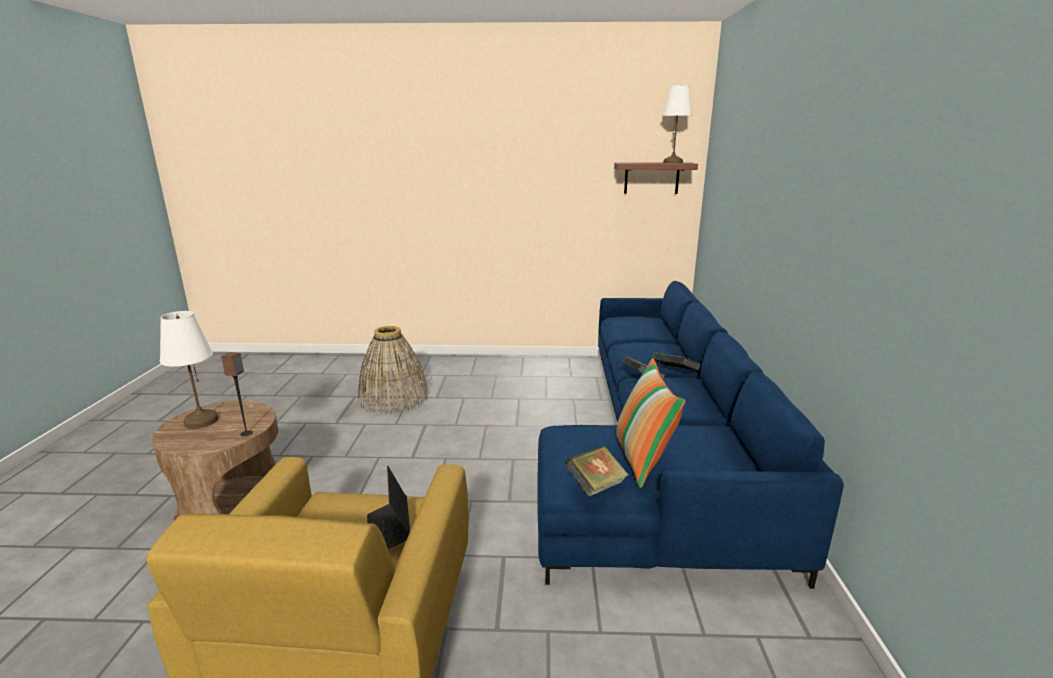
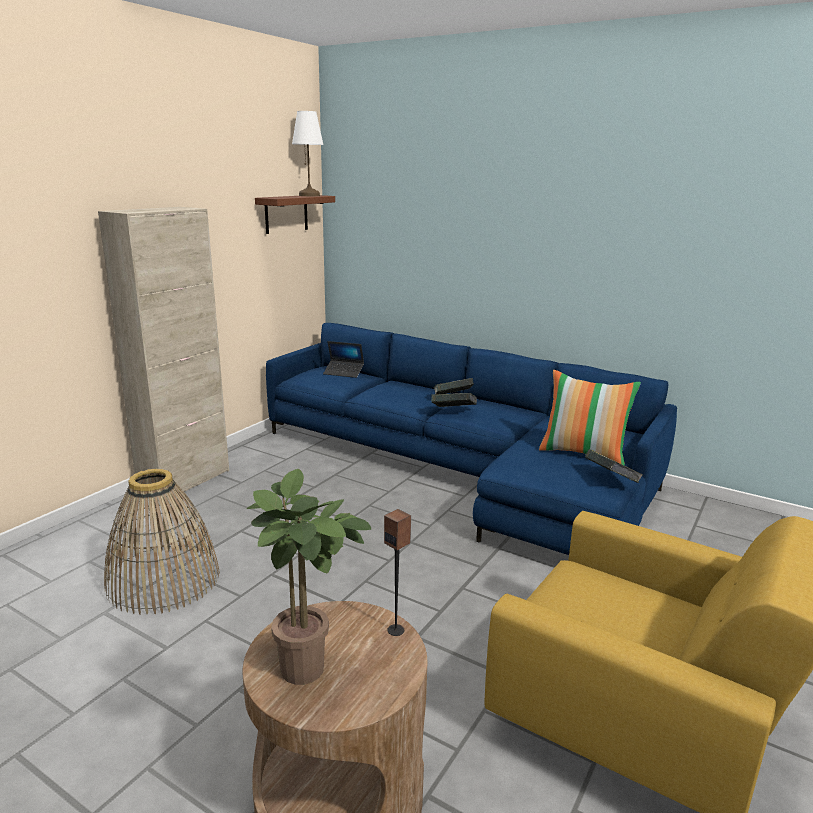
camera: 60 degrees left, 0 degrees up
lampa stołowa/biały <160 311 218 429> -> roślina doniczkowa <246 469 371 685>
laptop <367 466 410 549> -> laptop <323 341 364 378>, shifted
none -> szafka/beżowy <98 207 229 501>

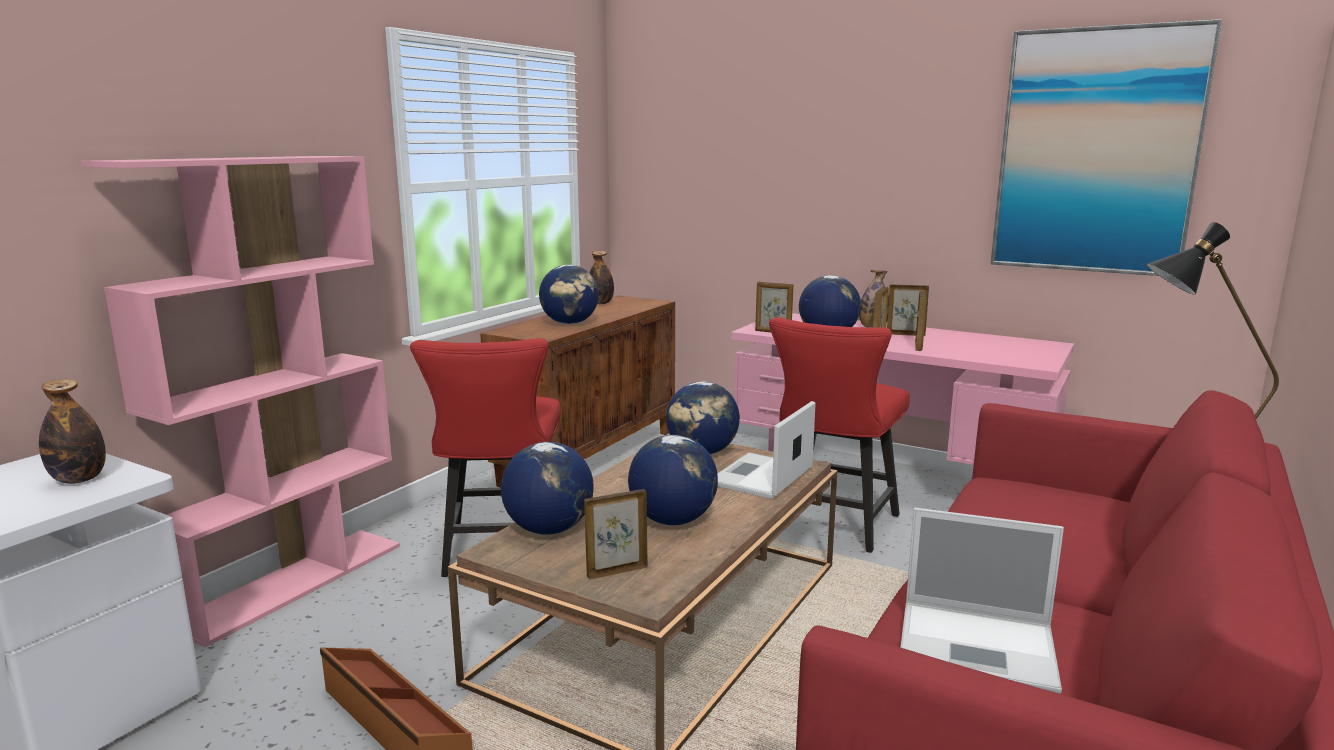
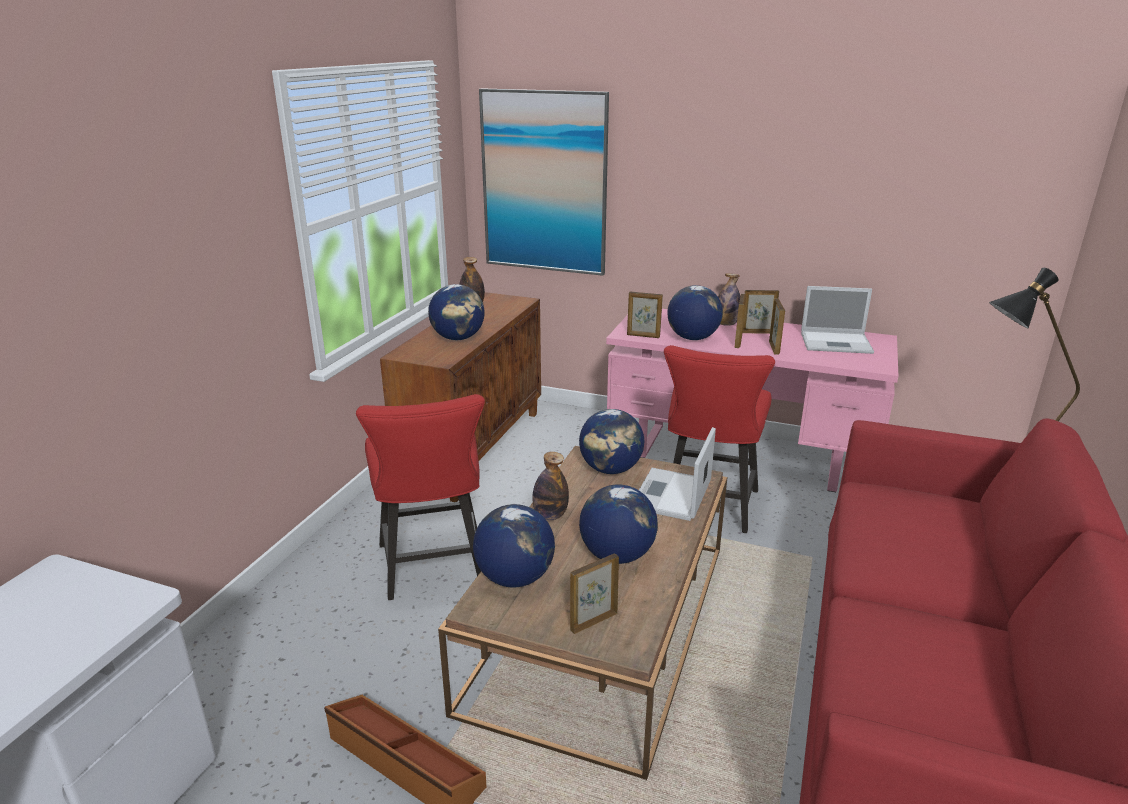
camera: 10 degrees left, 10 degrees up
butelka <39 379 106 484> -> butelka <532 452 569 520>, shifted
regał/różowy <81 156 400 648> -> none
laptop <901 508 1064 694> -> laptop <801 286 874 354>, shifted
obraz <990 19 1222 276> -> obraz <479 88 609 276>, shifted

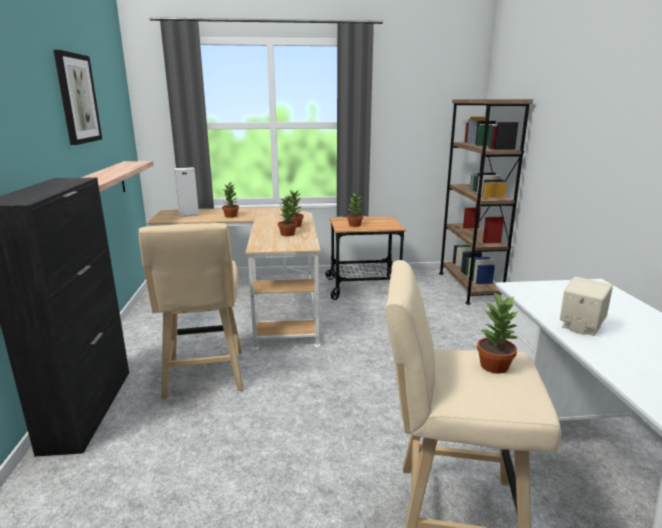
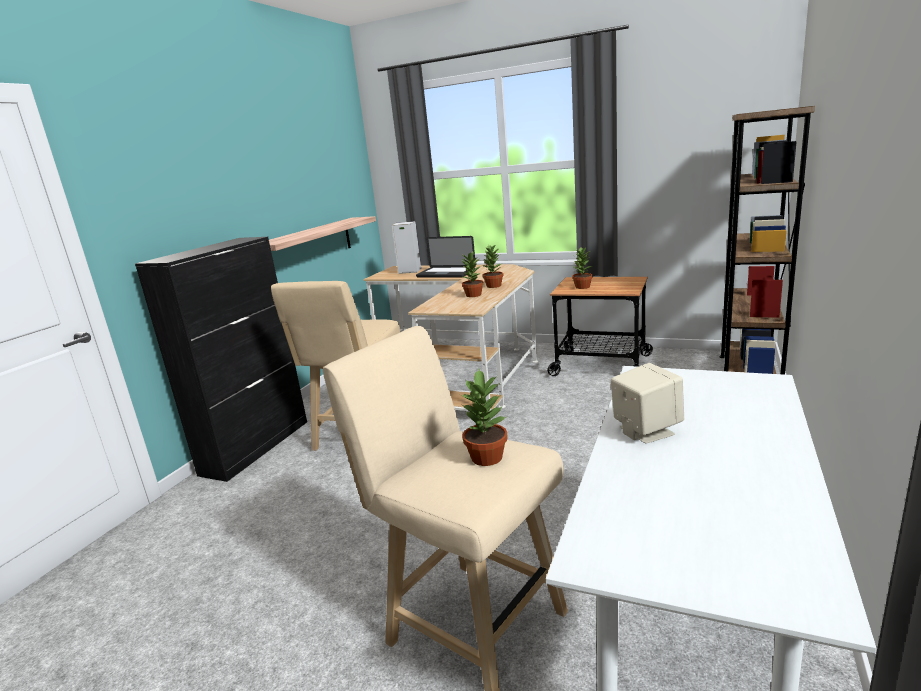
camera: 30 degrees right, 0 degrees up
obraz <54 50 102 145> -> none
roślina doniczkowa <222 182 239 218> -> laptop <416 236 476 278>

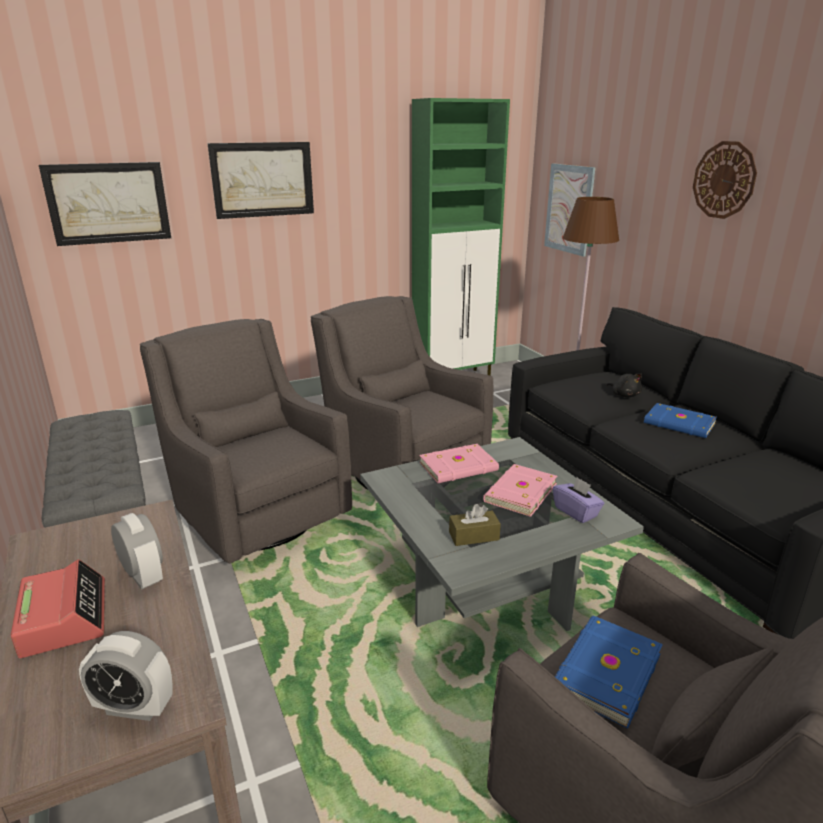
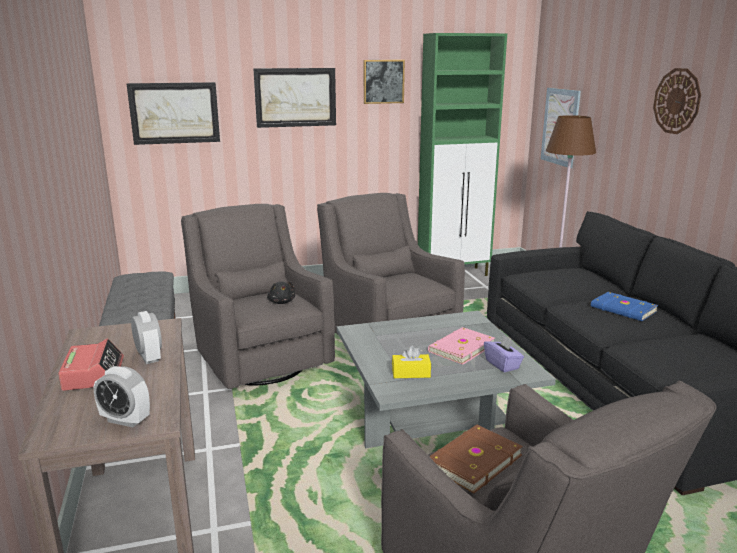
camera: 10 degrees right, 5 degrees down
książka/różowy <419 444 499 483> -> none
pudełko chusteczek/brązowy <449 504 501 546> -> pudełko chusteczek/żółty <392 346 431 378>
książka/niebieski <555 616 663 729> -> książka/brązowy <429 424 523 493>
pluszak/czarny <606 373 642 397> -> pluszak/czarny <267 281 295 304>, shifted
none -> obraz <364 60 405 104>

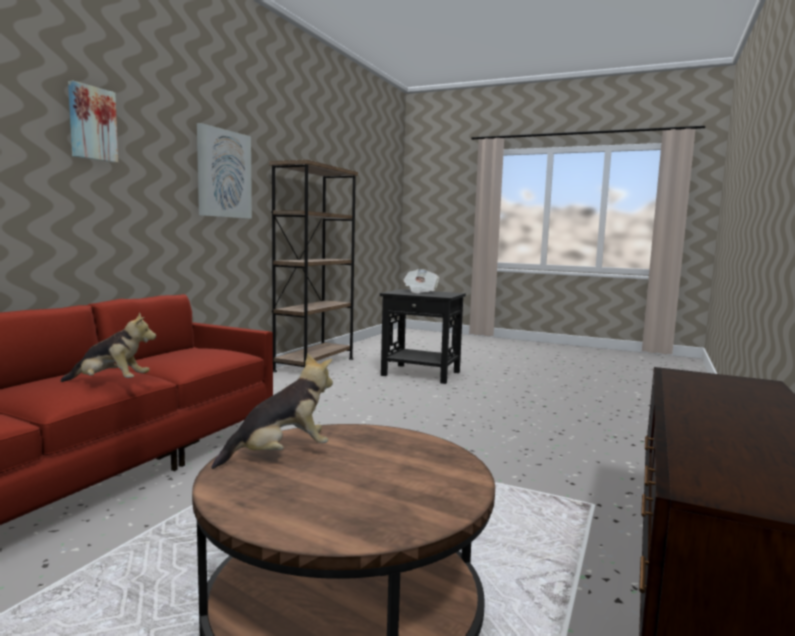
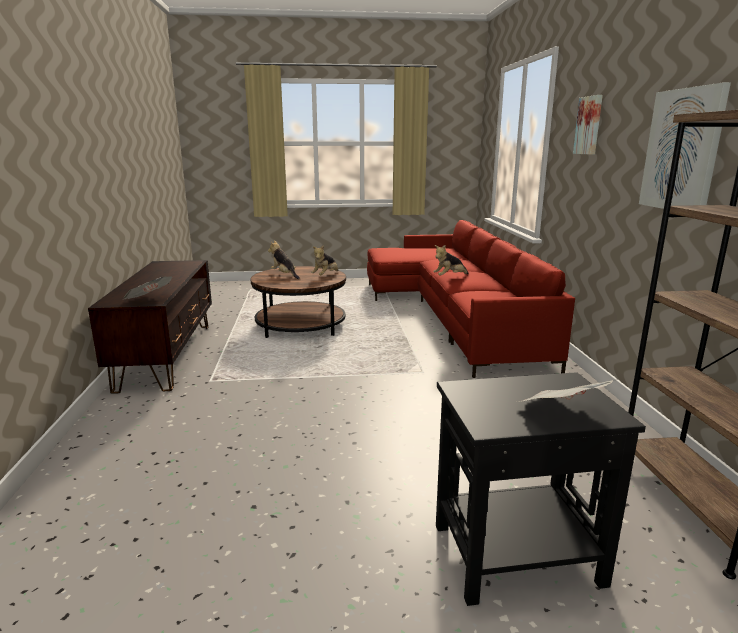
camera: 150 degrees right, 10 degrees up
none -> gazeta <124 276 172 299>
none -> pluszak <268 240 300 279>

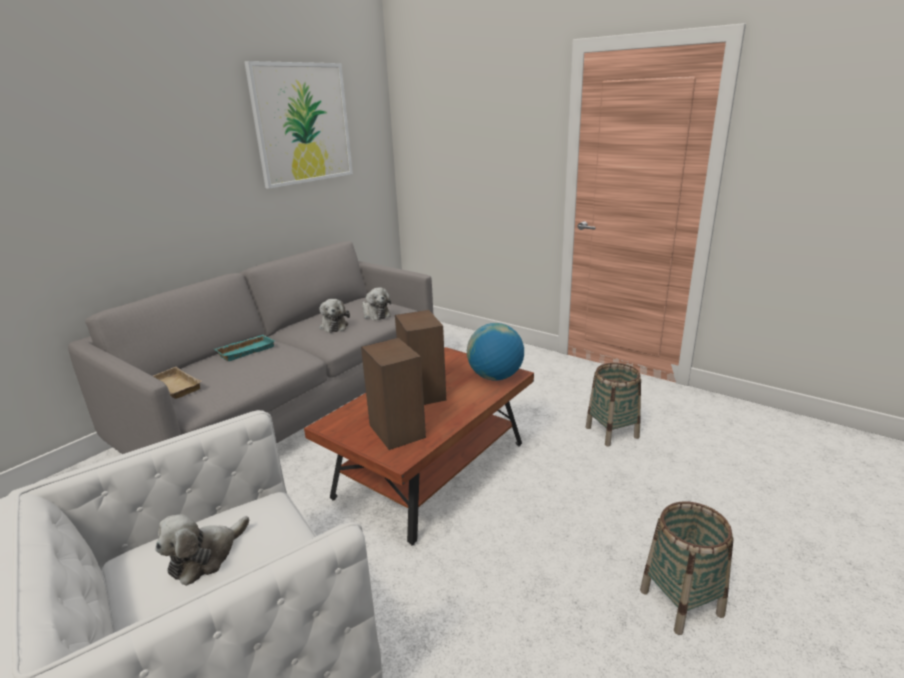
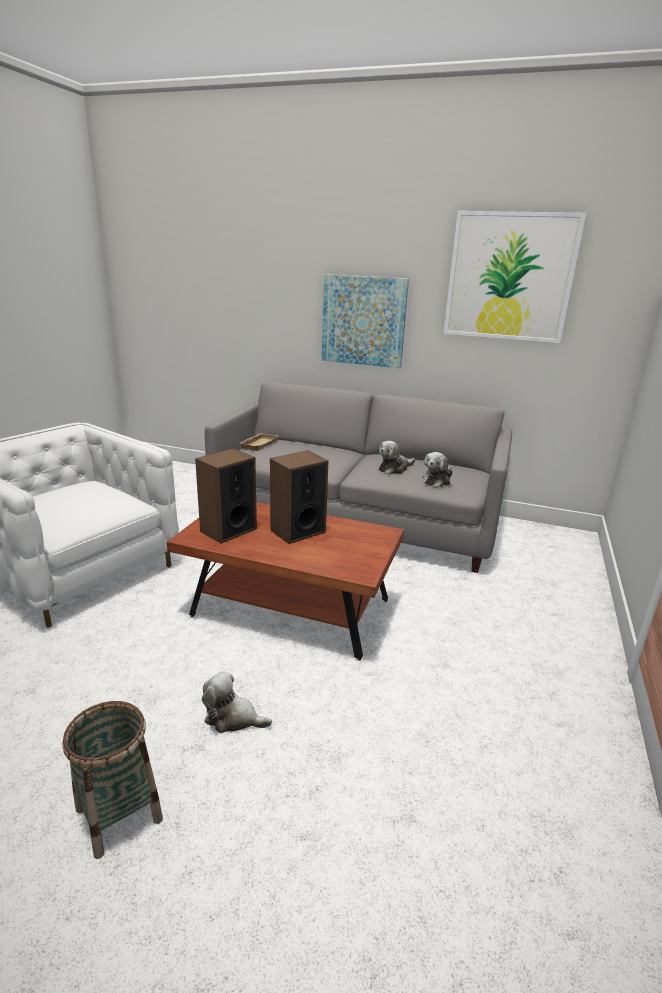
camera: 70 degrees right, 0 degrees up
pluszak <155 514 250 586> -> pluszak <202 671 272 733>, shifted
taca/turkusowy <214 335 275 361> -> none
globus <467 323 524 381> -> none
koszyk <586 363 641 447> -> none
none -> obraz <322 274 409 368>

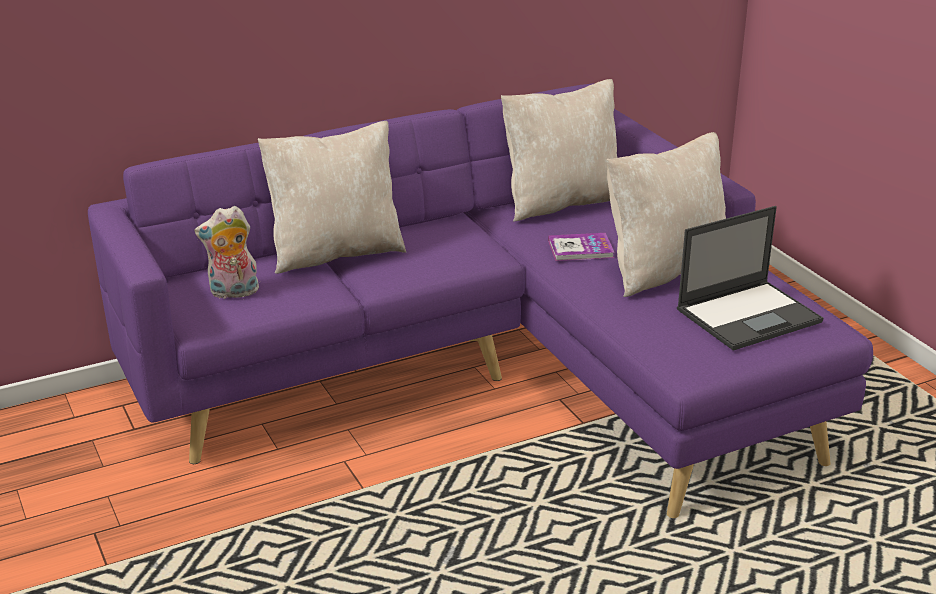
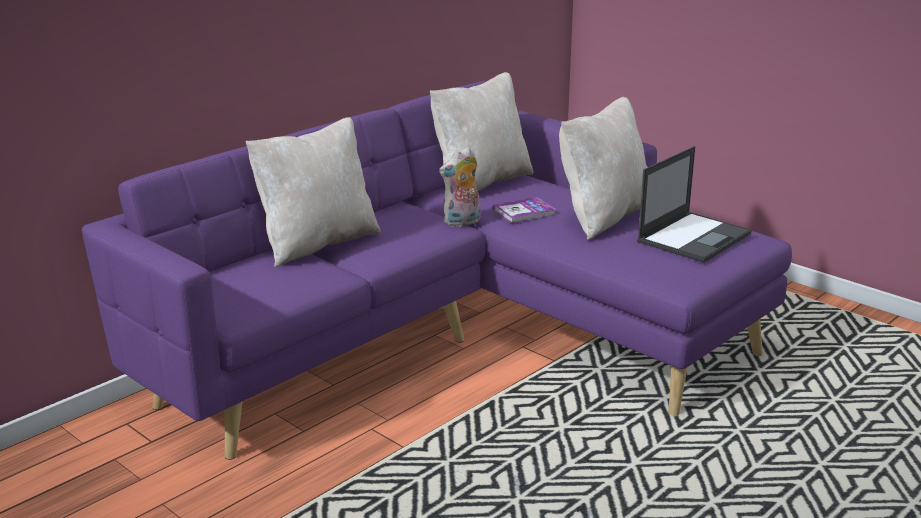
camera: 20 degrees left, 5 degrees down
pluszak <194 206 259 299> -> pluszak <439 146 481 227>, shifted

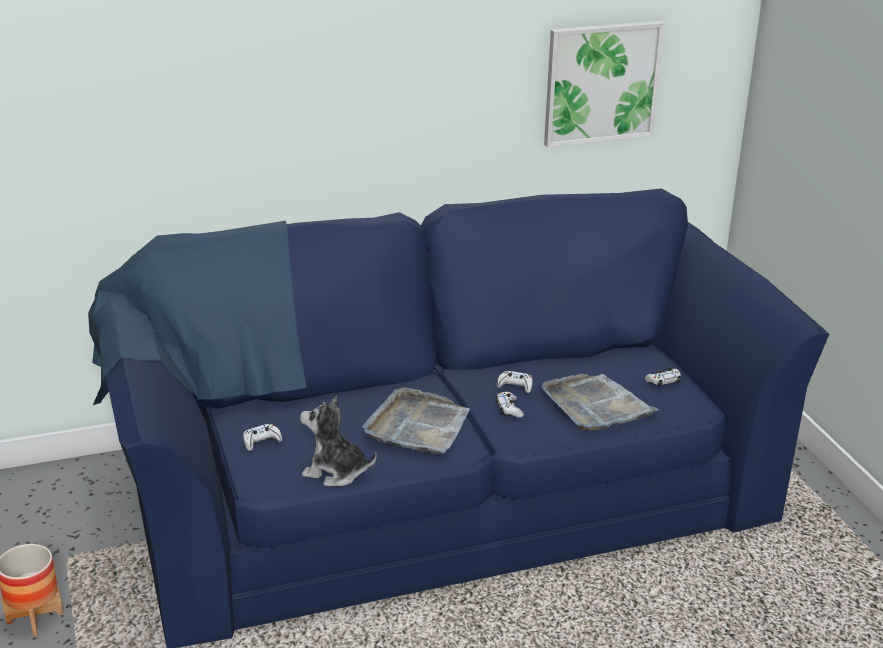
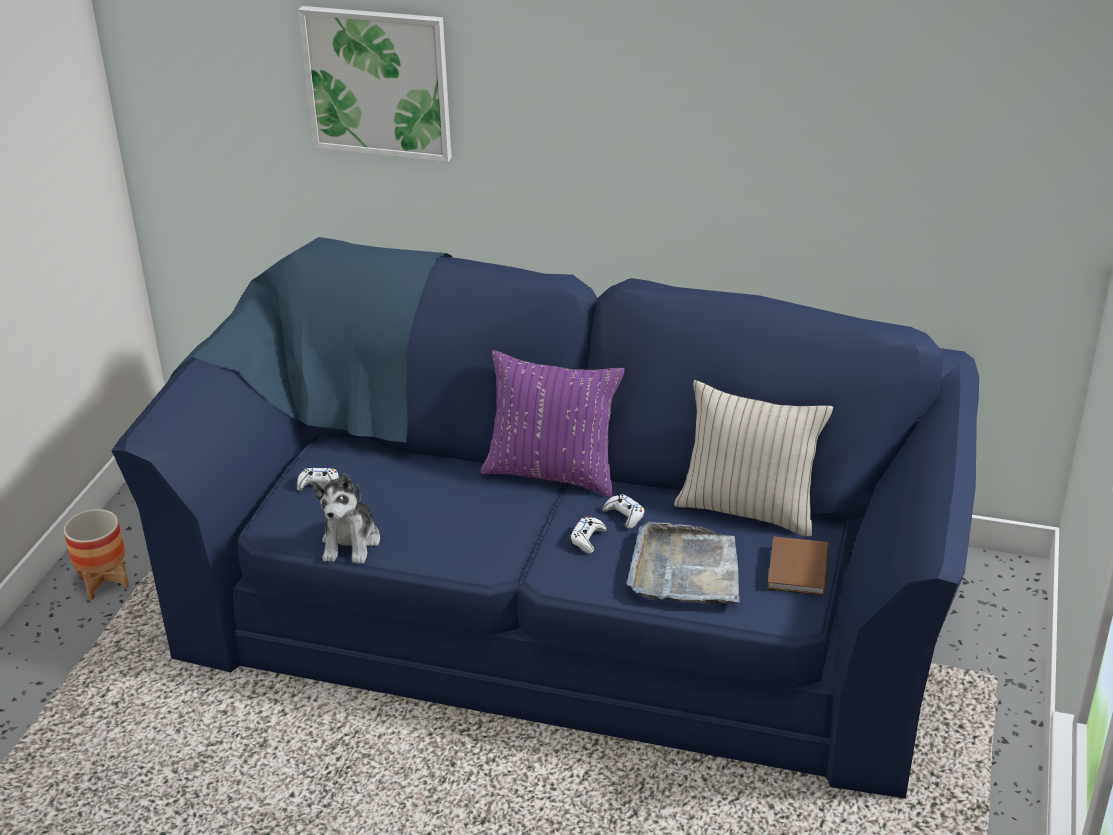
camera: 35 degrees right, 5 degrees up
pluszak <300 396 377 487> -> pluszak <311 473 380 564>, 135 degrees counterclockwise
taca/szary <362 387 470 455> -> none
obraz <544 21 665 148> -> obraz <298 6 452 162>, shifted
pad do gier/biały <645 368 681 387> -> książka/brązowy <767 536 828 595>
none -> poduszka/fioletowy <481 350 625 498>
none -> poduszka/beżowy <674 380 833 536>

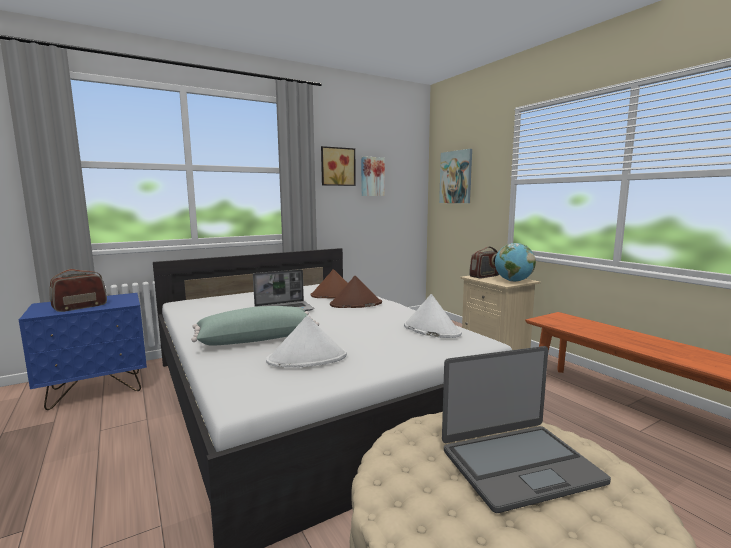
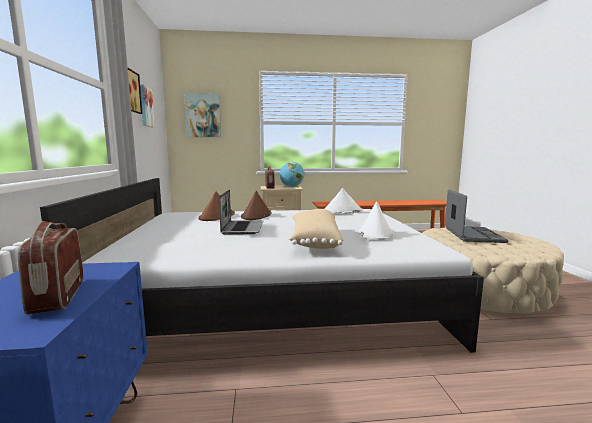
camera: 65 degrees left, 0 degrees up
poduszka/zielony <191 306 319 346> -> poduszka/beżowy <289 209 343 249>

